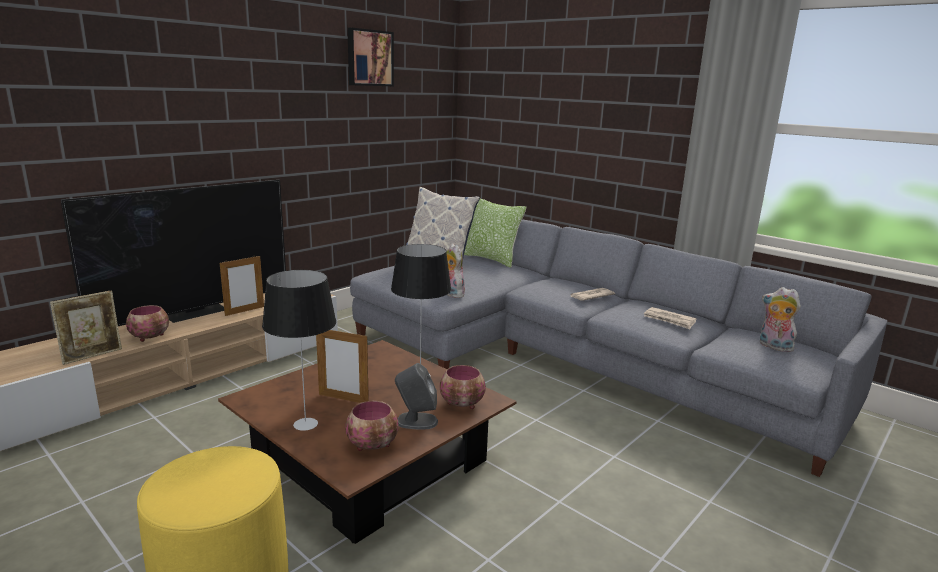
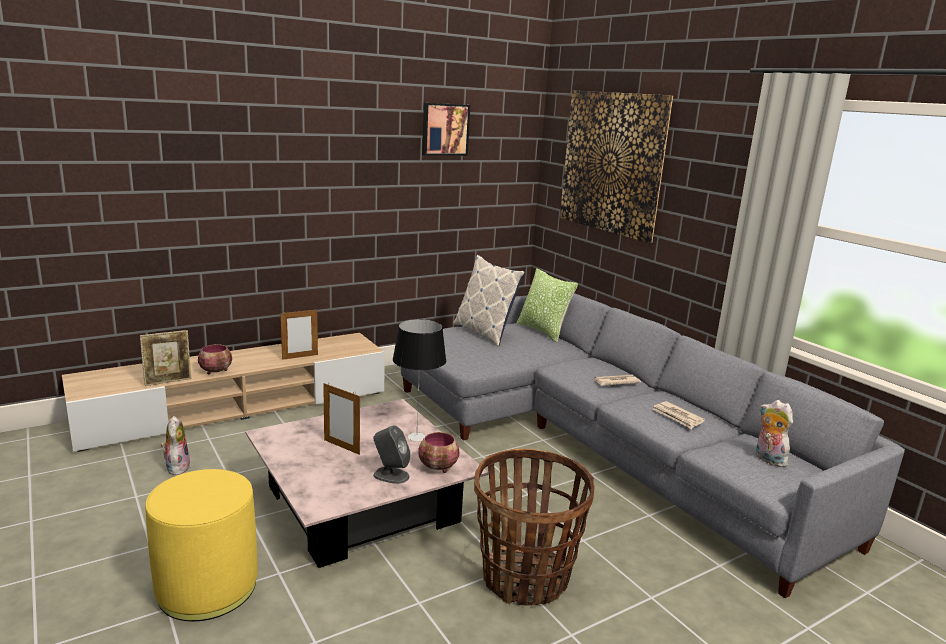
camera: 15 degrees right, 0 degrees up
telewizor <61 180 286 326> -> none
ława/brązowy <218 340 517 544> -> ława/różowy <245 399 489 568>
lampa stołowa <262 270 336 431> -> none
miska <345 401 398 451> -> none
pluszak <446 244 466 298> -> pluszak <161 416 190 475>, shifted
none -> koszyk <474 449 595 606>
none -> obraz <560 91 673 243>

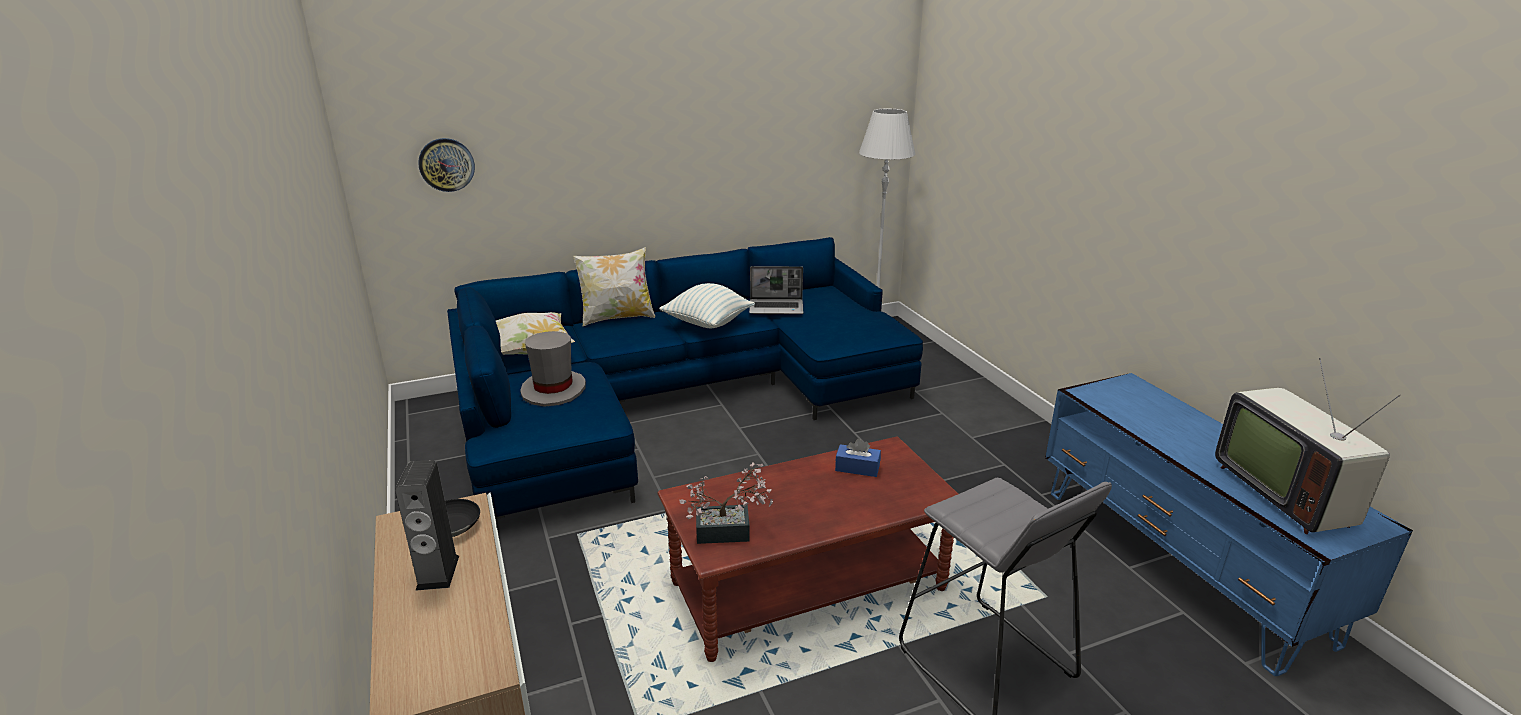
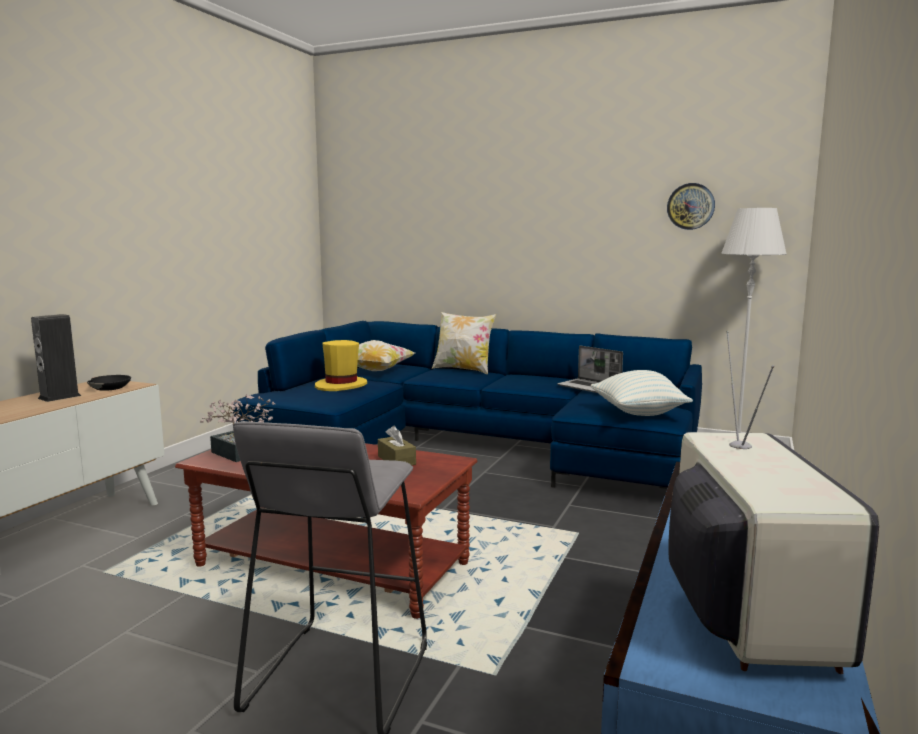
camera: 45 degrees right, 15 degrees down
zegar ścienny <418 138 475 192> -> zegar ścienny <667 183 715 230>, shifted
kapelusz/szary <520 331 586 407> -> kapelusz/żółty <315 340 367 391>
poduszka <659 283 755 328> -> poduszka <591 370 693 416>, shifted
pudełko chusteczek/niebieski <835 438 881 477> -> pudełko chusteczek/brązowy <378 425 416 465>
telewizor <1215 358 1401 534> -> telewizor <668 331 879 674>, 150 degrees clockwise

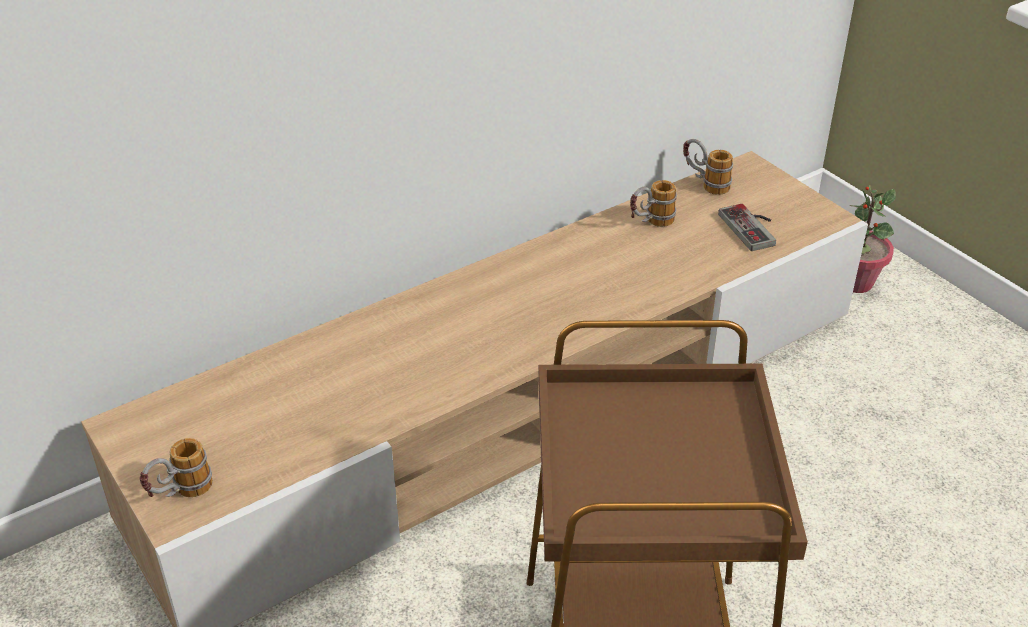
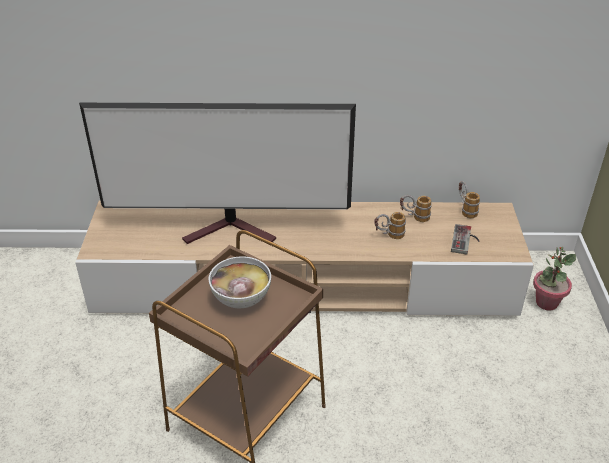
camera: 35 degrees right, 0 degrees up
kubek <139 438 213 497> -> kubek <374 212 406 239>, shifted
none -> telewizor <79 103 356 244>
none -> miska <209 256 271 308>

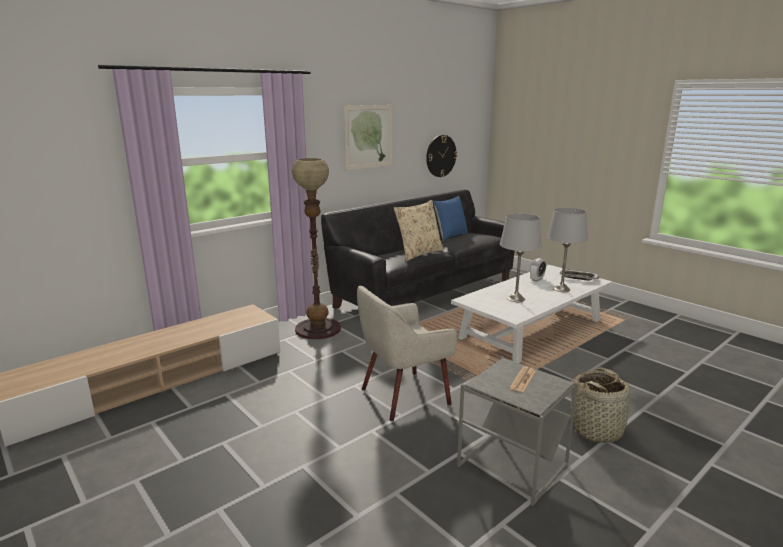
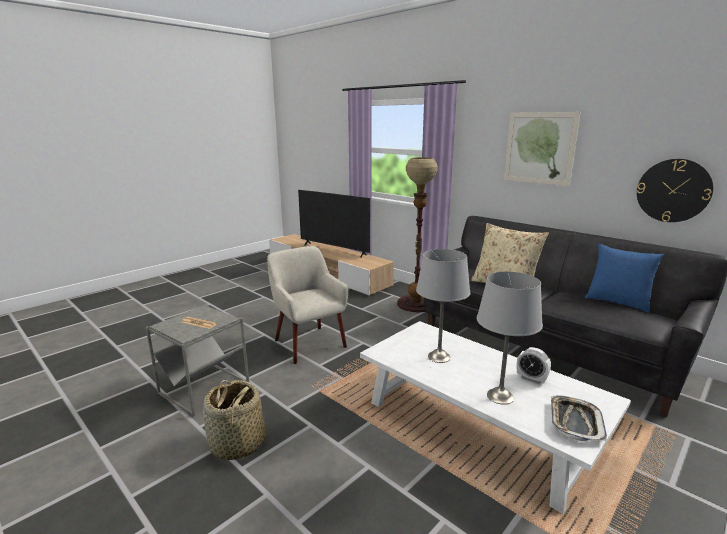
camera: 85 degrees right, 0 degrees up
none -> telewizor <298 190 370 258>

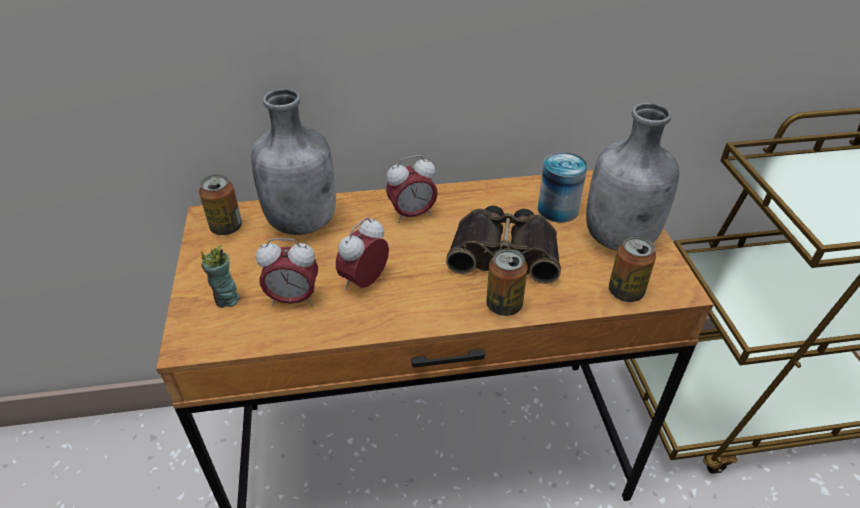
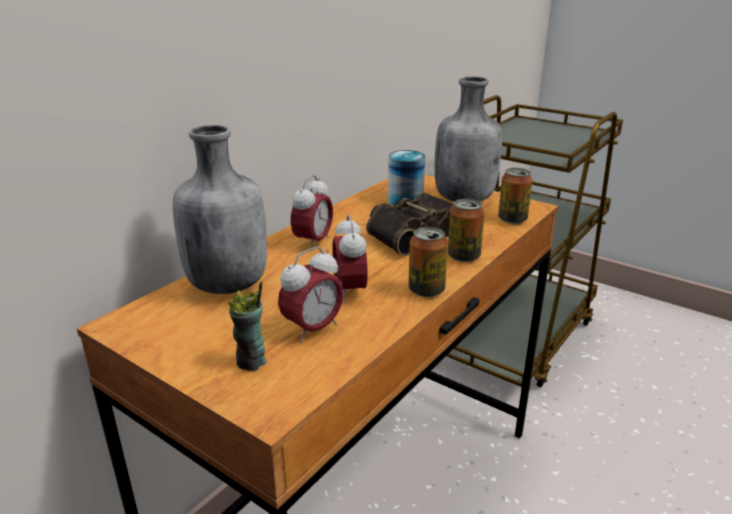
camera: 45 degrees left, 15 degrees down
puszka <199 174 242 235> -> puszka <409 227 448 297>, shifted

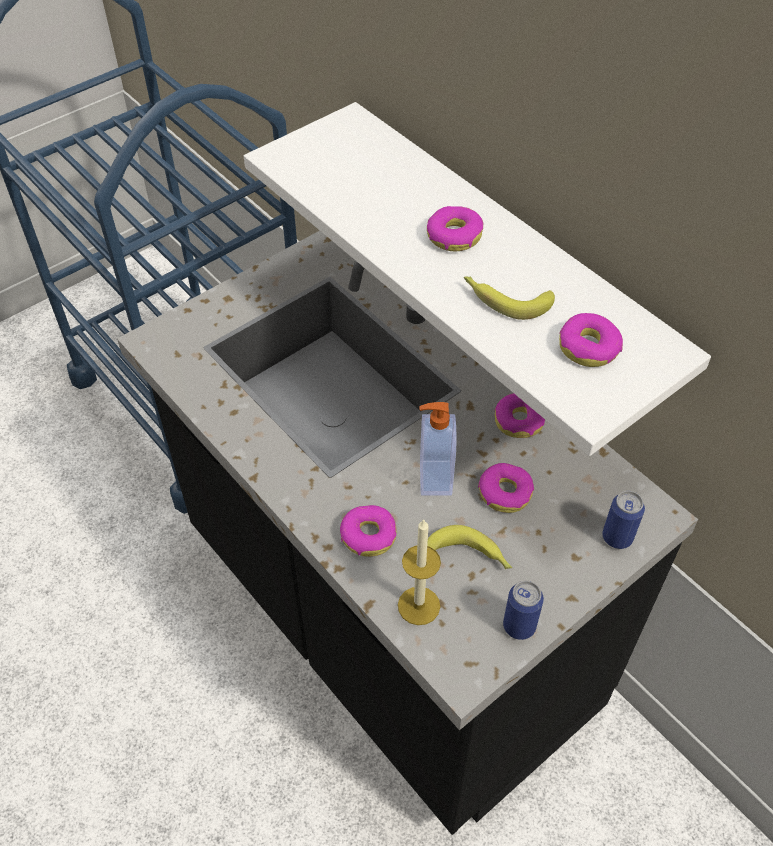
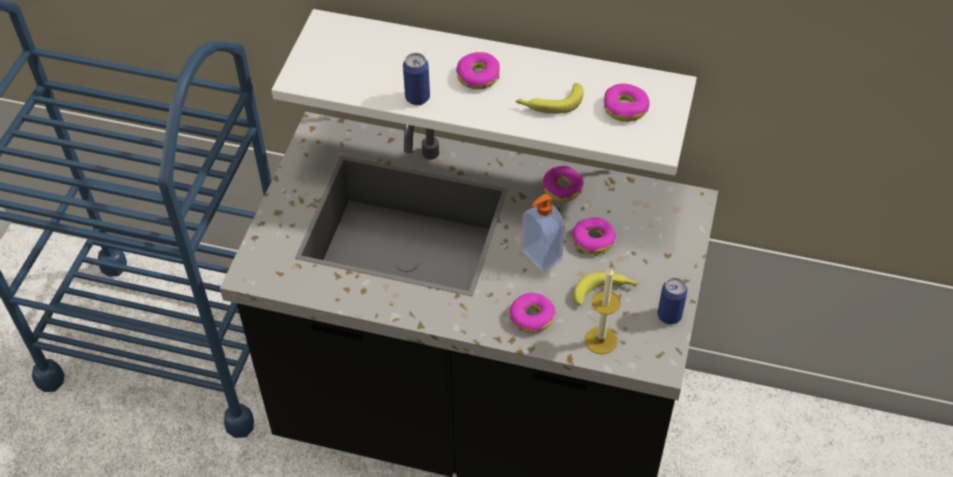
camera: 35 degrees left, 0 degrees up
puszka <602 491 645 549> -> puszka <403 53 430 105>, shifted

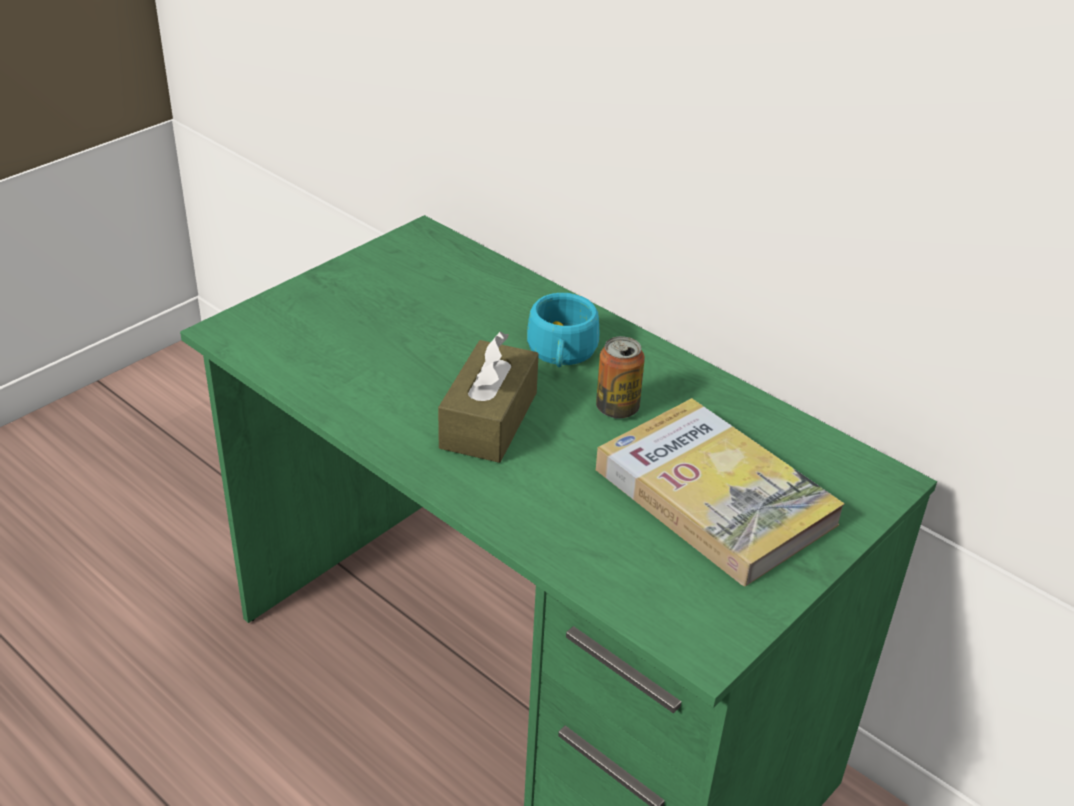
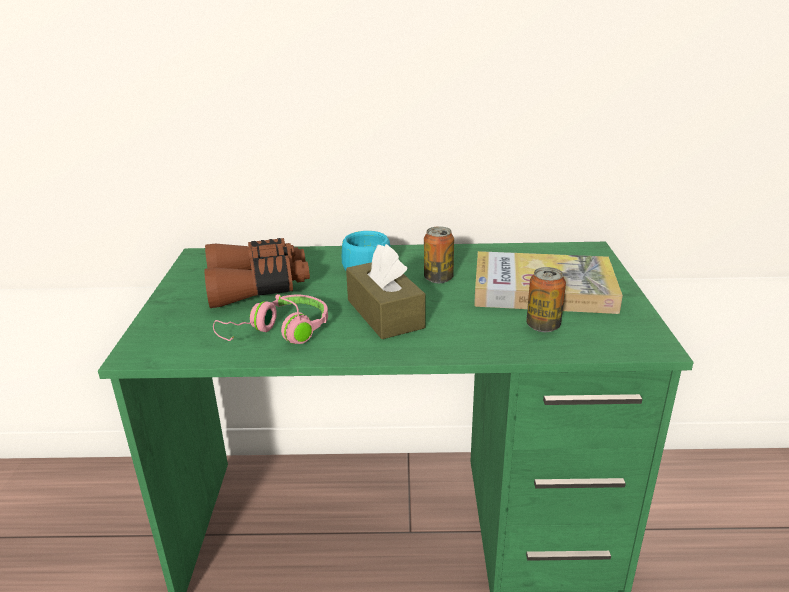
camera: 40 degrees left, 10 degrees down
none -> lornetka/brązowy <204 238 310 308>
none -> słuchawki/różowy <213 294 328 344>
none -> puszka <526 267 566 332>

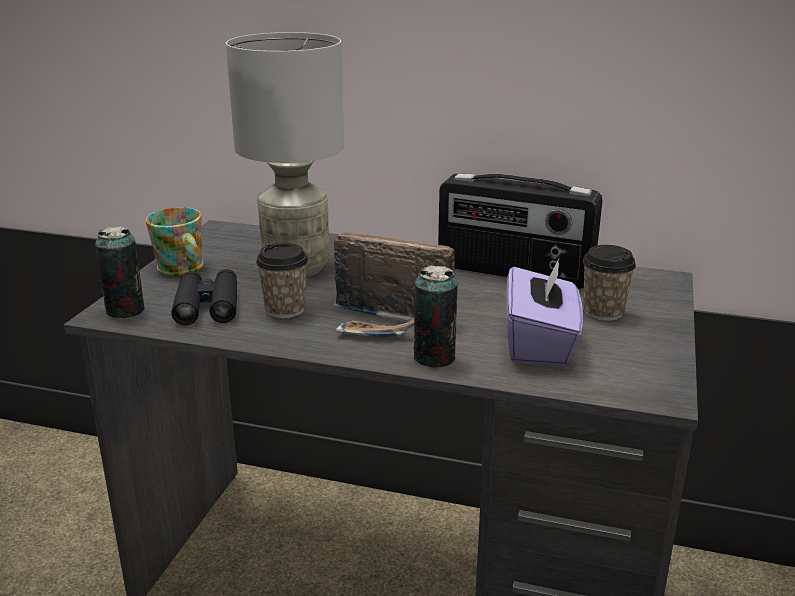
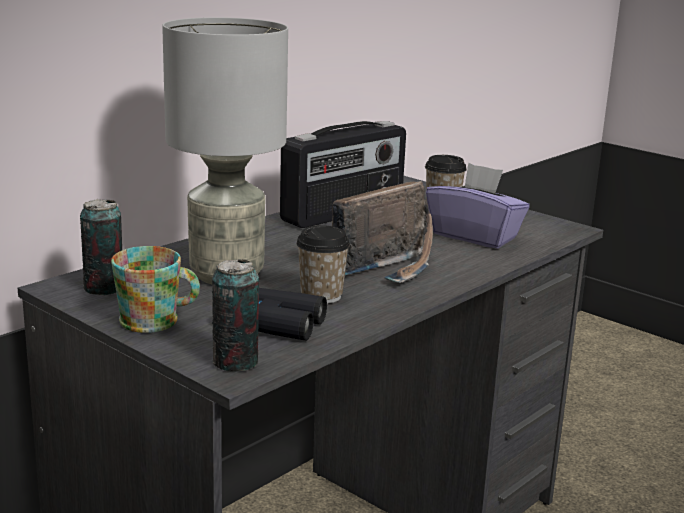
camera: 65 degrees left, 5 degrees down
puszka <414 265 458 368> -> puszka <80 199 122 295>, shifted

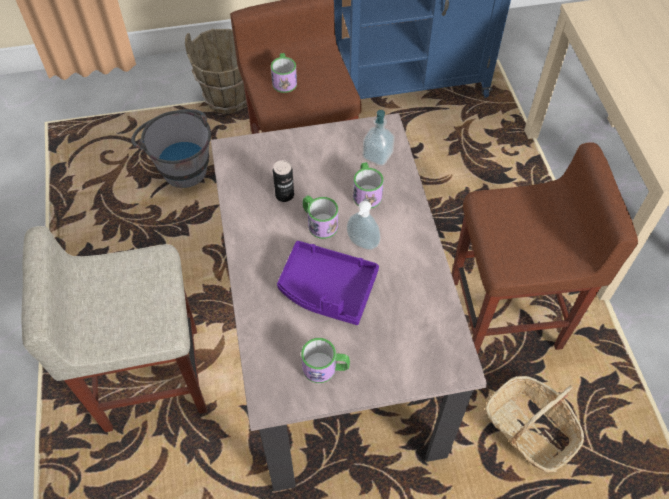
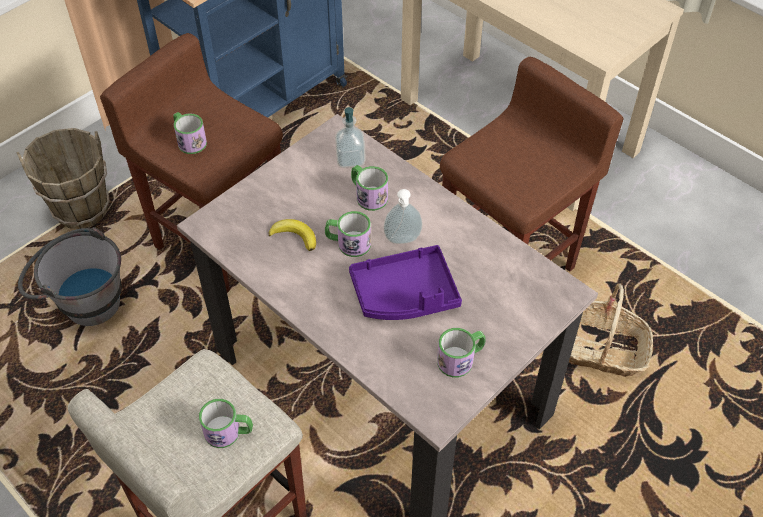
camera: 35 degrees left, 5 degrees down
puszka <273 160 294 202> -> banan <269 219 316 251>
none -> kubek <199 399 253 448>

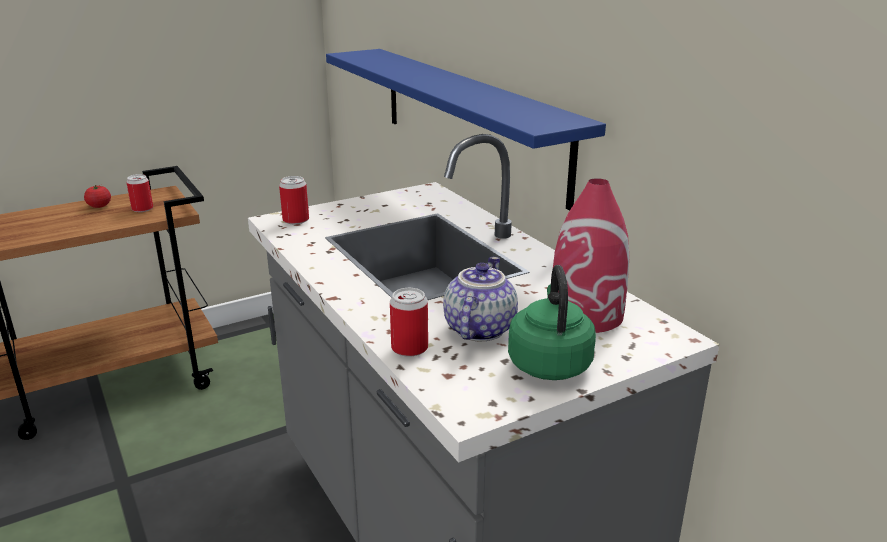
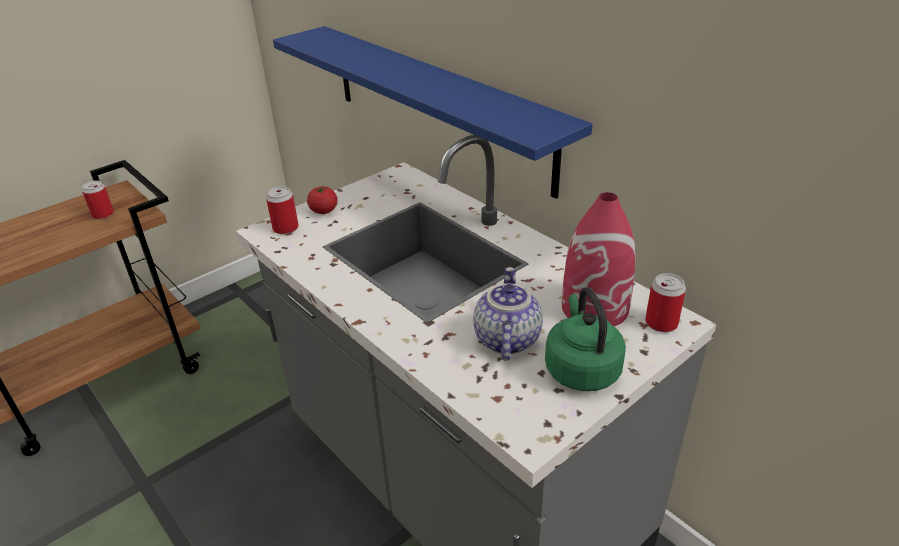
camera: 10 degrees left, 10 degrees up
pomidor <84 185 111 208> -> pomidor <307 186 338 214>, shifted
puszka <390 288 428 357> -> puszka <645 273 686 332>, shifted

